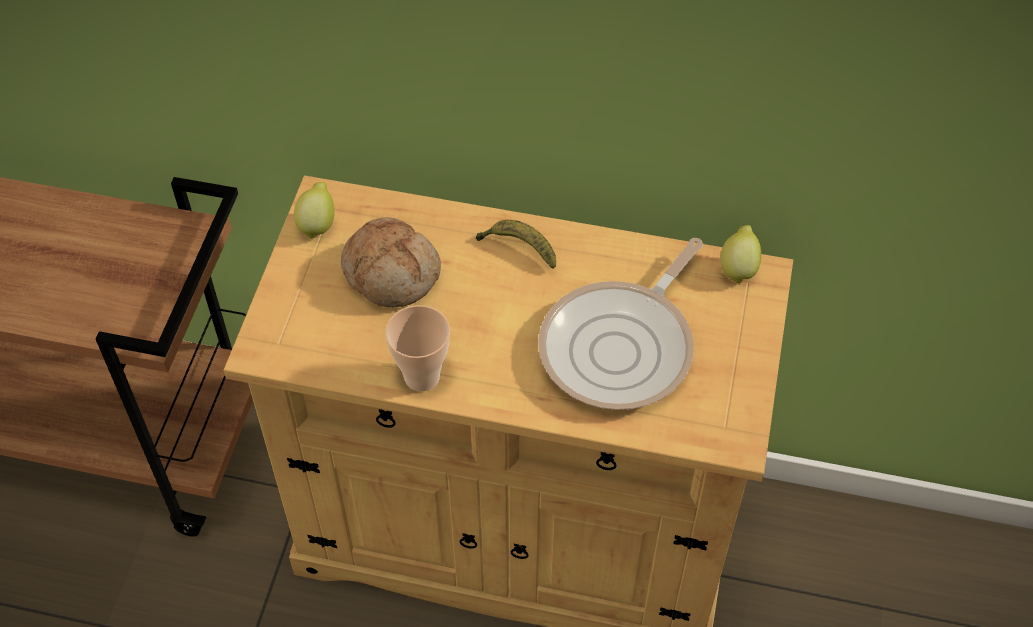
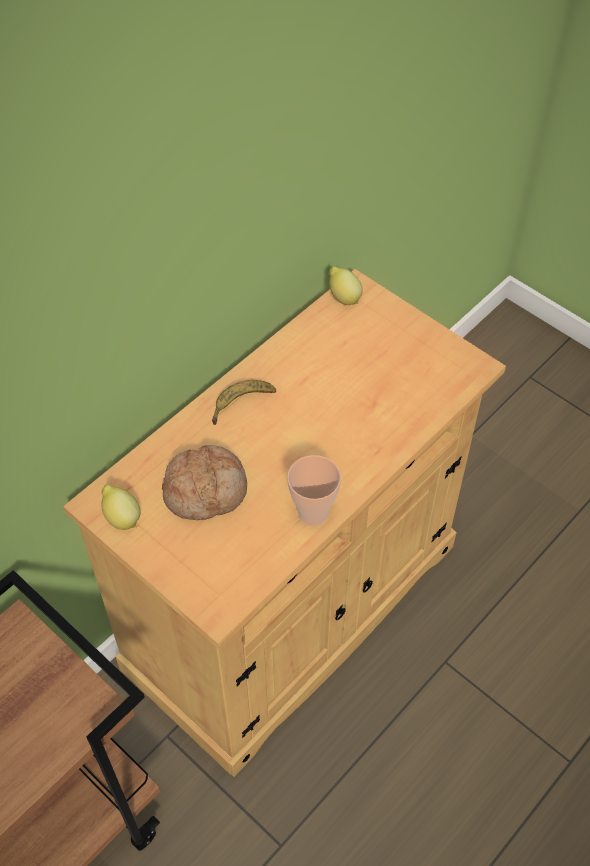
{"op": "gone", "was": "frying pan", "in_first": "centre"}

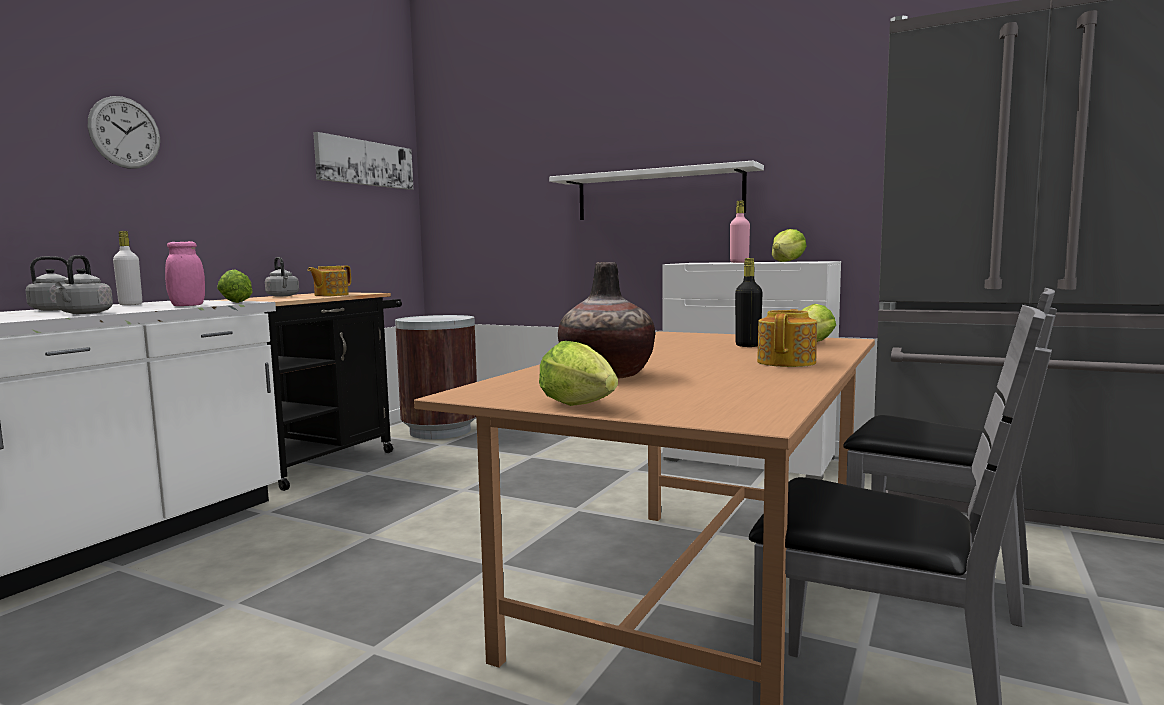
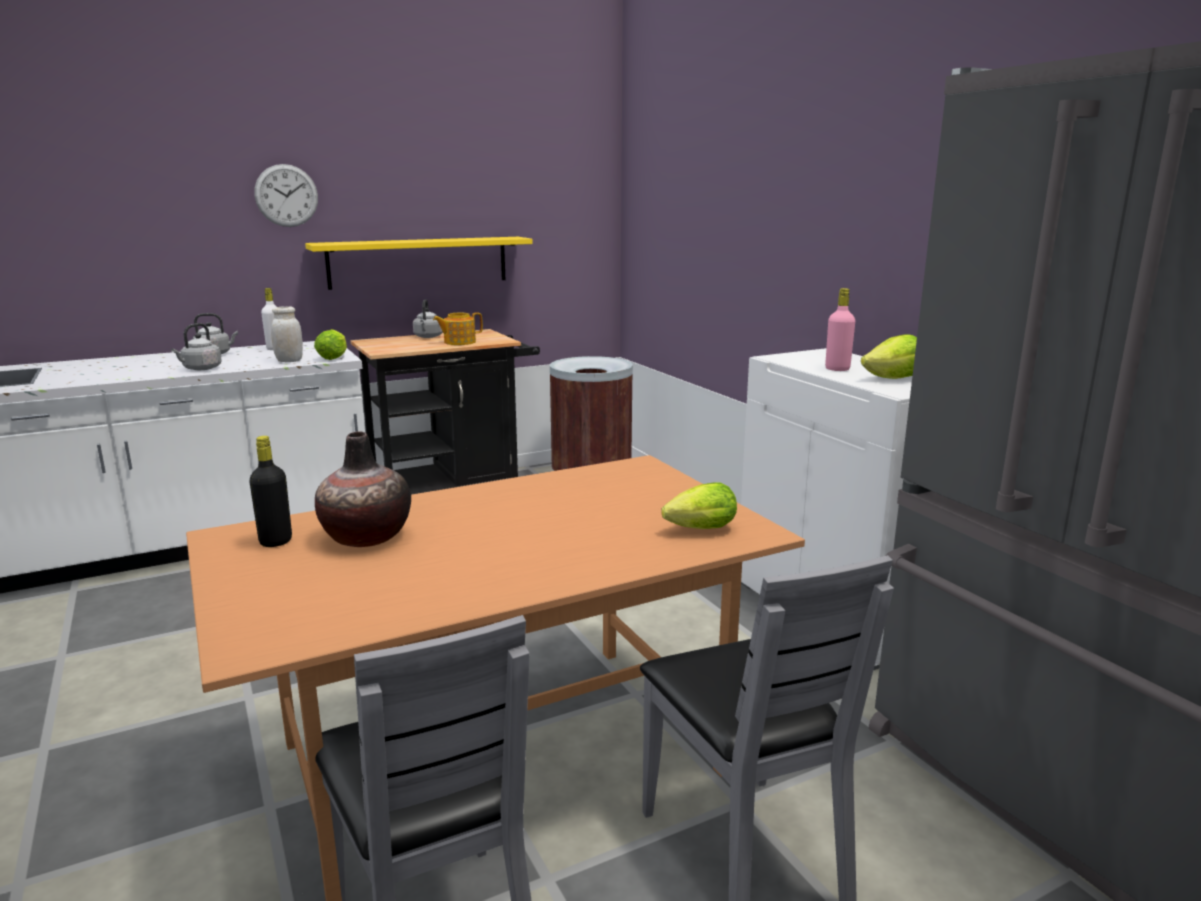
{"op": "shifted", "was": "bottle in black", "in_first": "centre", "in_second": "middle left"}
{"op": "repainted", "was": "jar in pinkish", "now": "jar in whitish", "in_first": "middle left", "in_second": "middle left"}
{"op": "new", "now": "shelf in yellowish", "in_second": "top centre"}
{"op": "gone", "was": "wall picture", "in_first": "top left"}
{"op": "gone", "was": "lettuce (no. 2 from left)", "in_first": "centre"}
{"op": "gone", "was": "shelf in whitish", "in_first": "top centre"}
{"op": "gone", "was": "teapot (no. 2 from left)", "in_first": "middle right"}

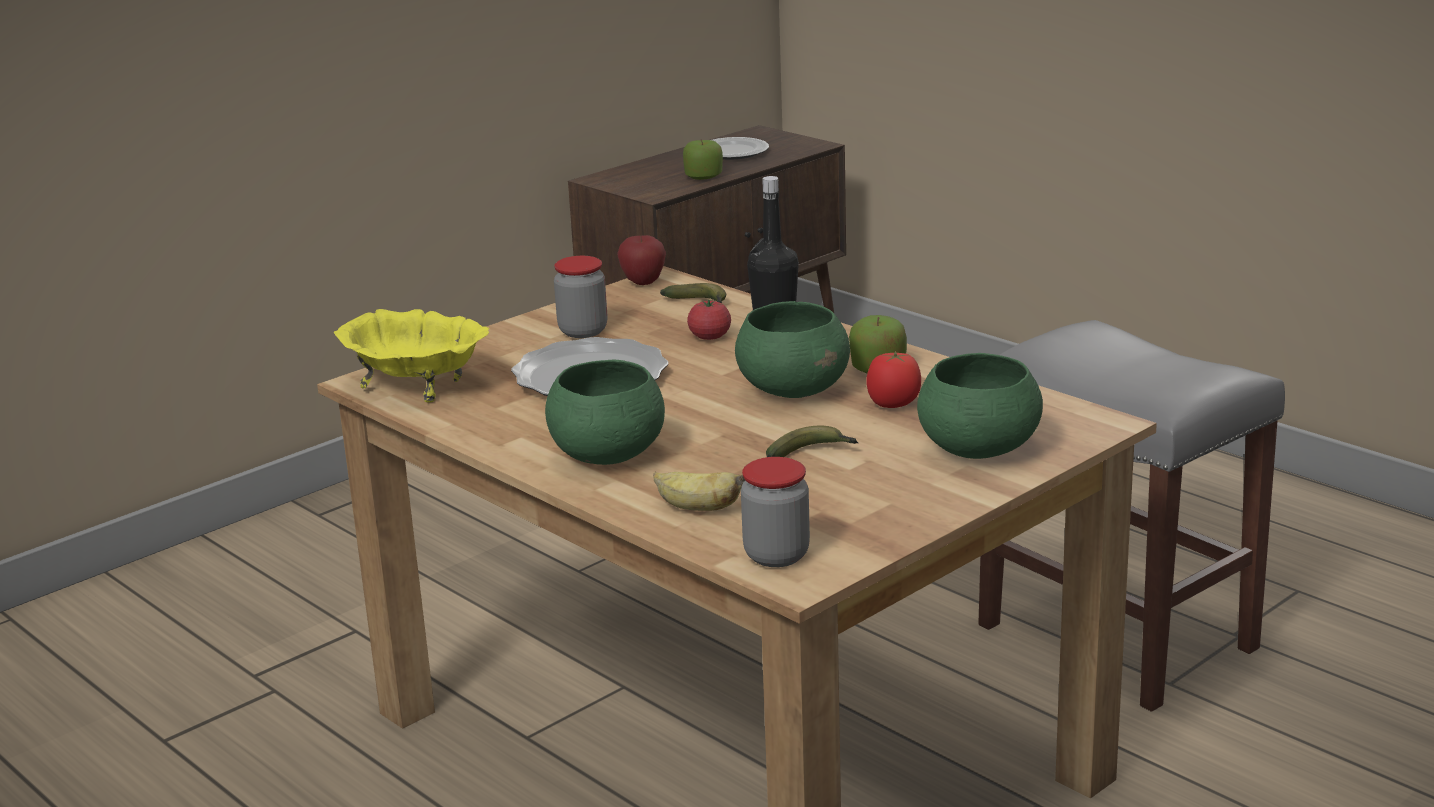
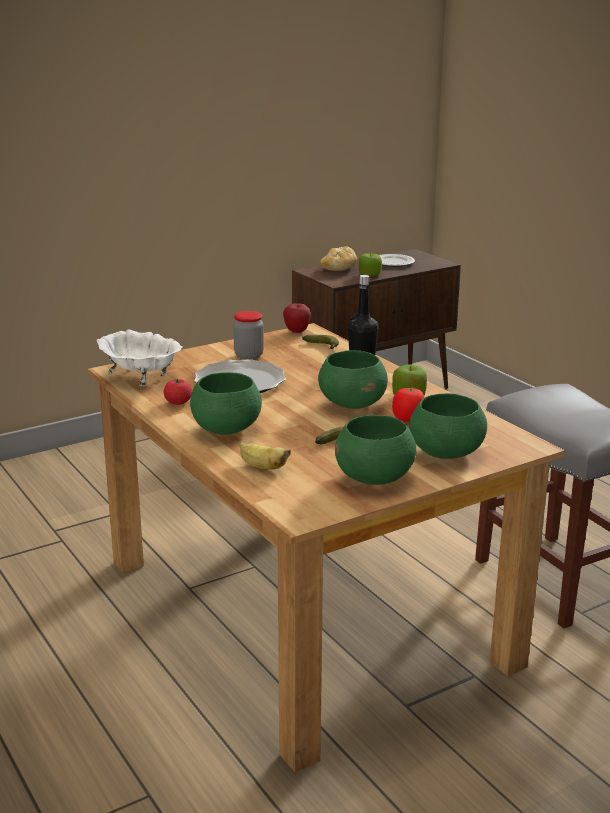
{"op": "repainted", "was": "deep dish in yellowish", "now": "deep dish in whitish", "in_first": "middle left", "in_second": "middle left"}
{"op": "shifted", "was": "whole tomato (no. 1 from left)", "in_first": "centre", "in_second": "middle left"}
{"op": "new", "now": "baked bread", "in_second": "top centre"}
{"op": "new", "now": "deep dish in green (no. 3 from left)", "in_second": "centre"}
{"op": "gone", "was": "jar (no. 2 from left)", "in_first": "centre"}

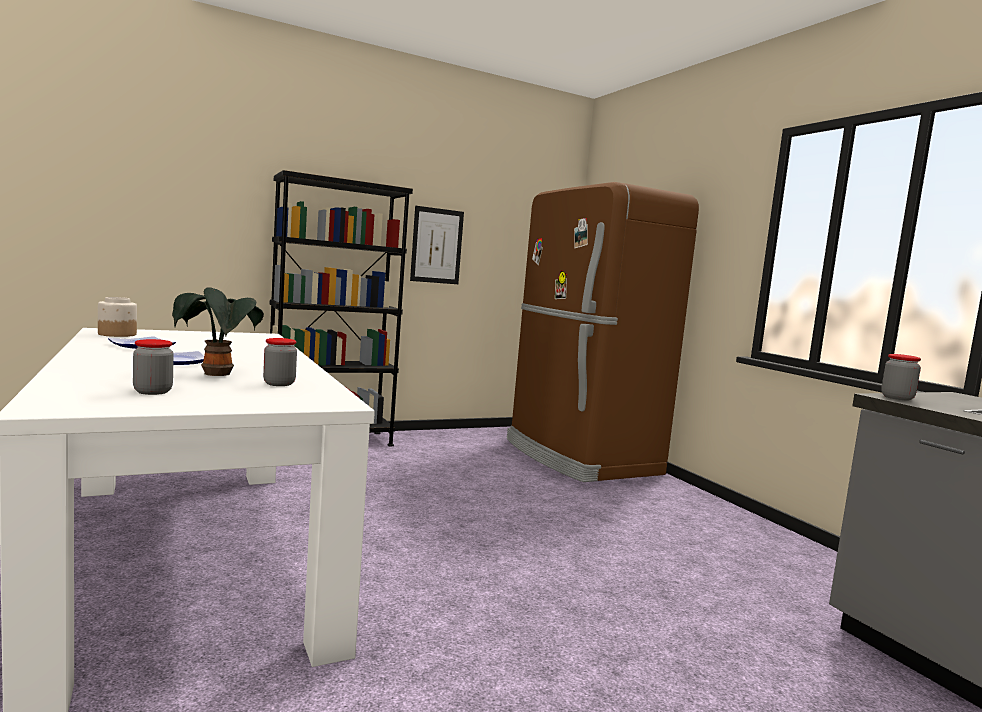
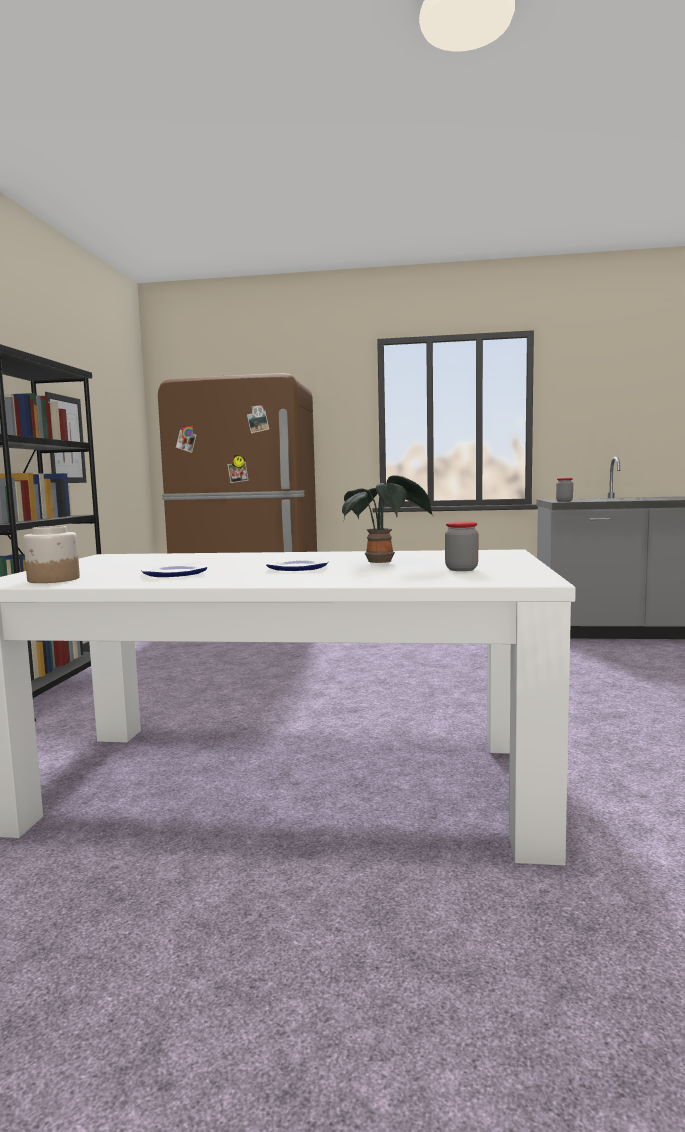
{"op": "gone", "was": "jar (no. 3 from left)", "in_first": "middle left"}

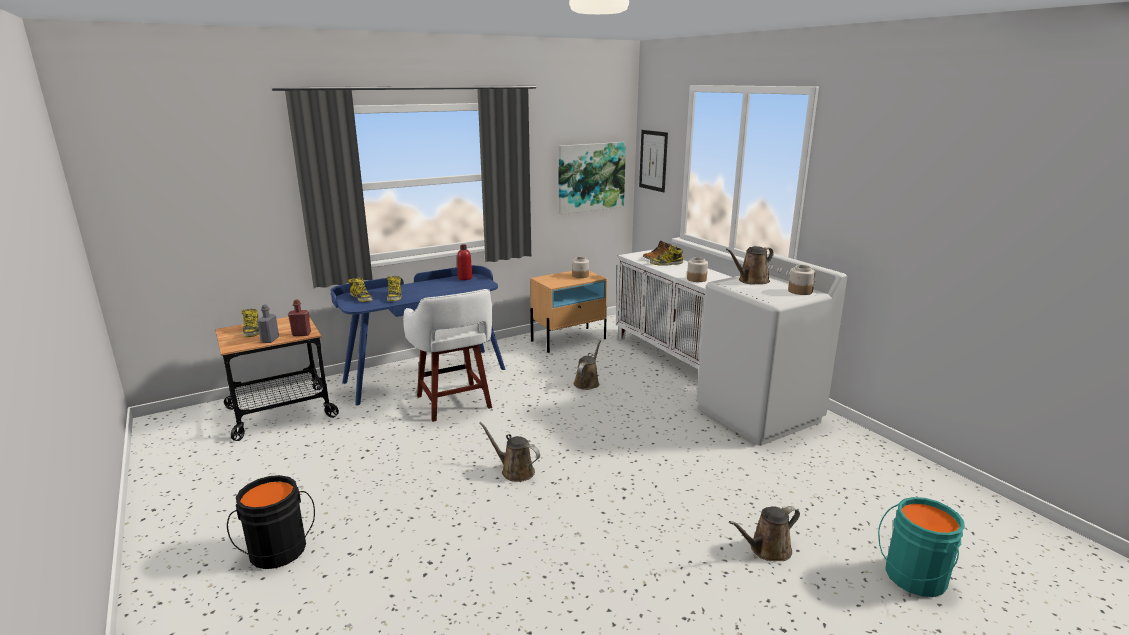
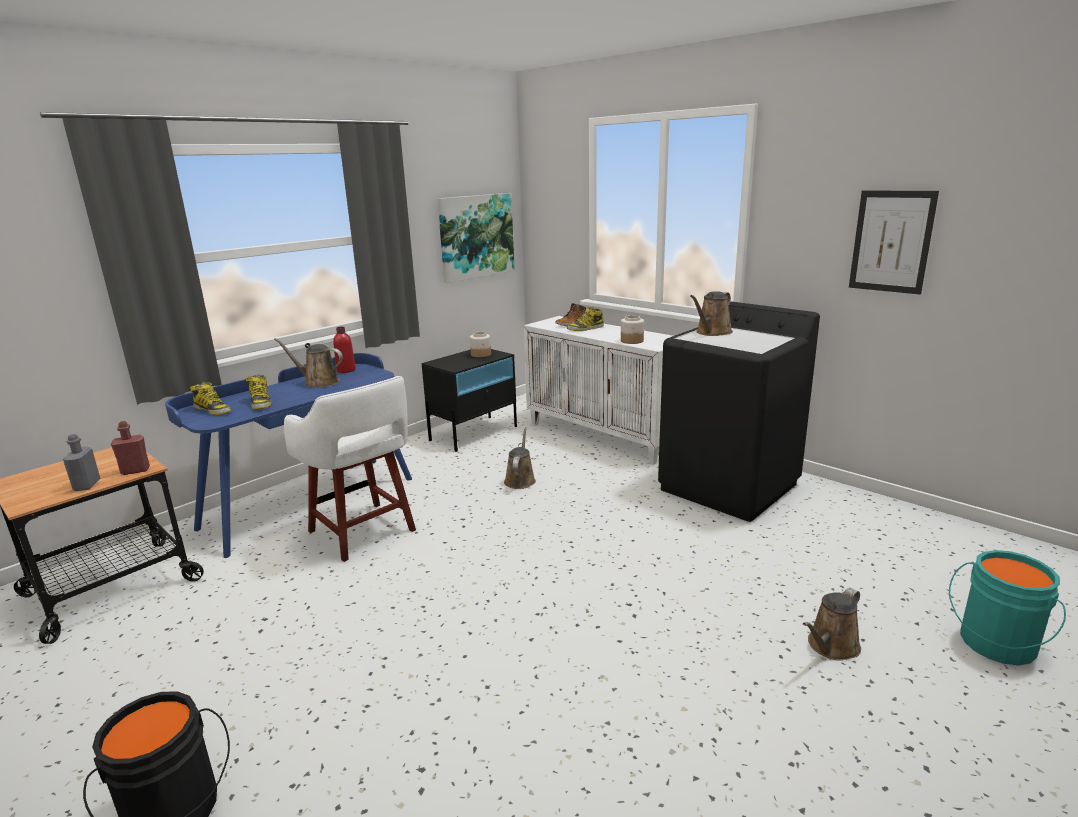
{"op": "shifted", "was": "watering pot in brown (no. 1 from left)", "in_first": "bottom centre", "in_second": "middle left"}
{"op": "repainted", "was": "night table in beige-coloured", "now": "night table in black", "in_first": "centre", "in_second": "centre"}
{"op": "repainted", "was": "laundry appliance in whitish", "now": "laundry appliance in black", "in_first": "middle right", "in_second": "middle right"}
{"op": "shifted", "was": "wall picture (no. 2 from left)", "in_first": "top centre", "in_second": "top right"}
{"op": "gone", "was": "tall boot (no. 1 from left)", "in_first": "middle left"}
{"op": "gone", "was": "jar (no. 3 from left)", "in_first": "middle right"}

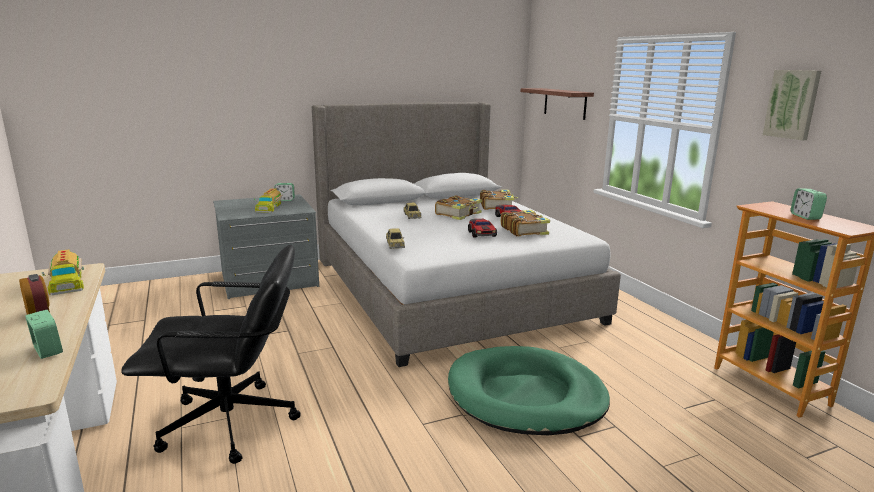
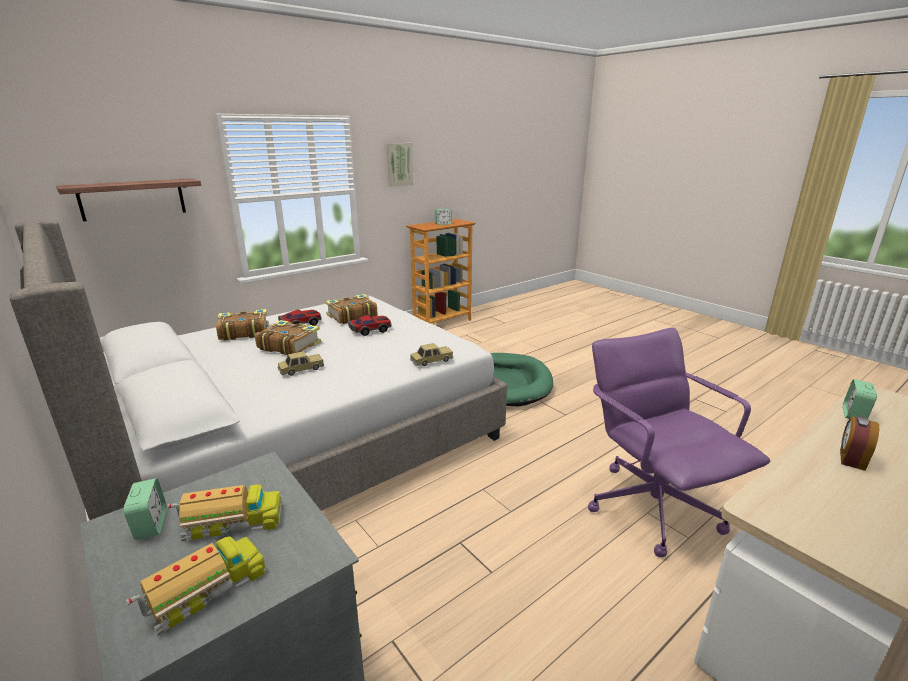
{"op": "shifted", "was": "toy truck (no. 1 from left)", "in_first": "middle left", "in_second": "bottom left"}
{"op": "repainted", "was": "computer chair in black", "now": "computer chair in purplish", "in_first": "bottom left", "in_second": "middle right"}

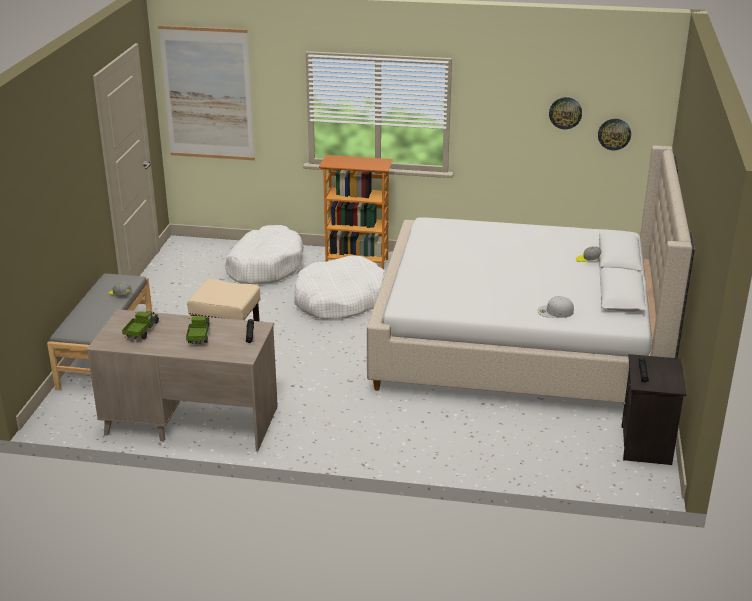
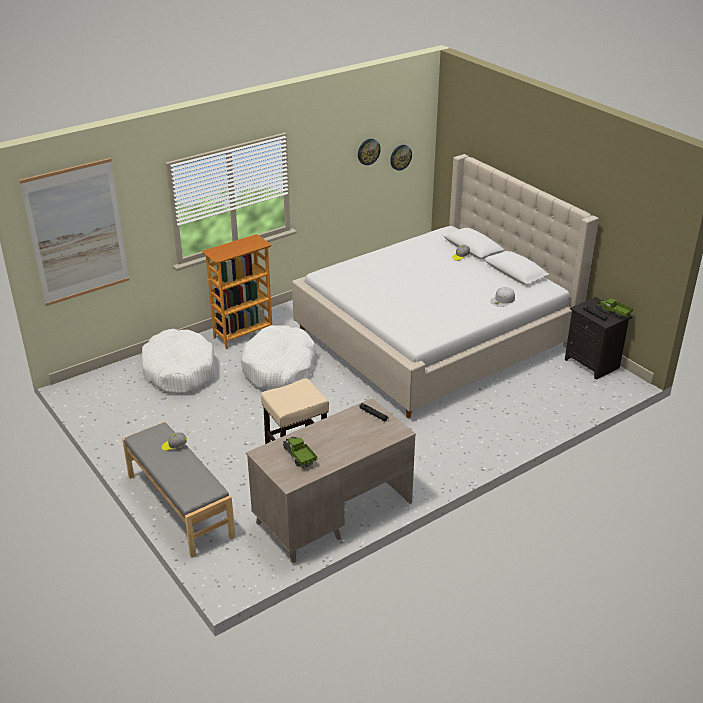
{"op": "shifted", "was": "toy truck (no. 2 from left)", "in_first": "middle left", "in_second": "middle right"}

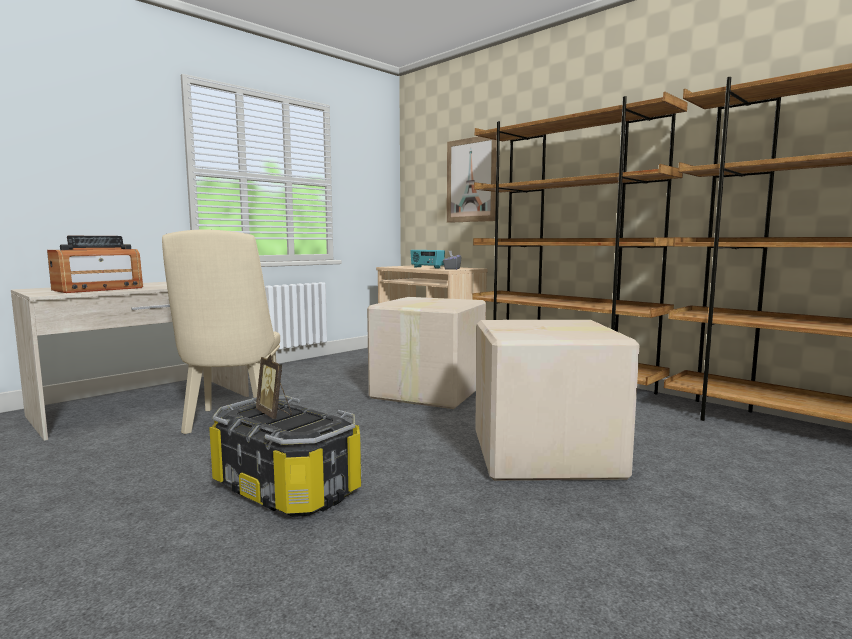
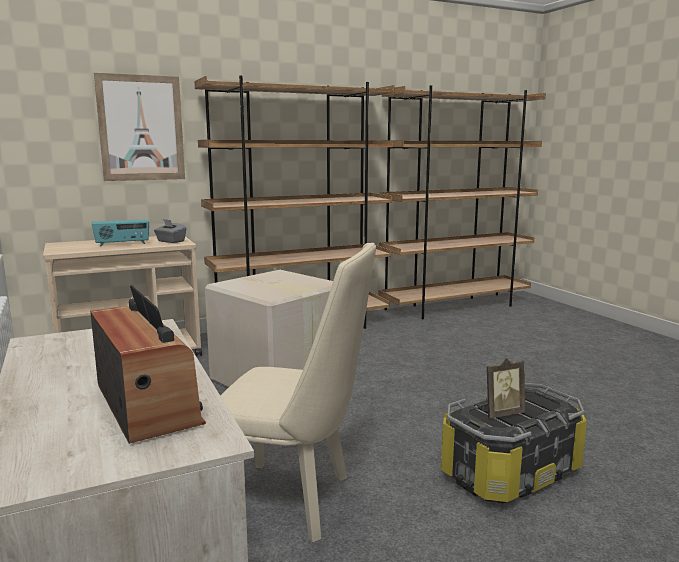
{"op": "gone", "was": "packing box (no. 2 from left)", "in_first": "centre"}

